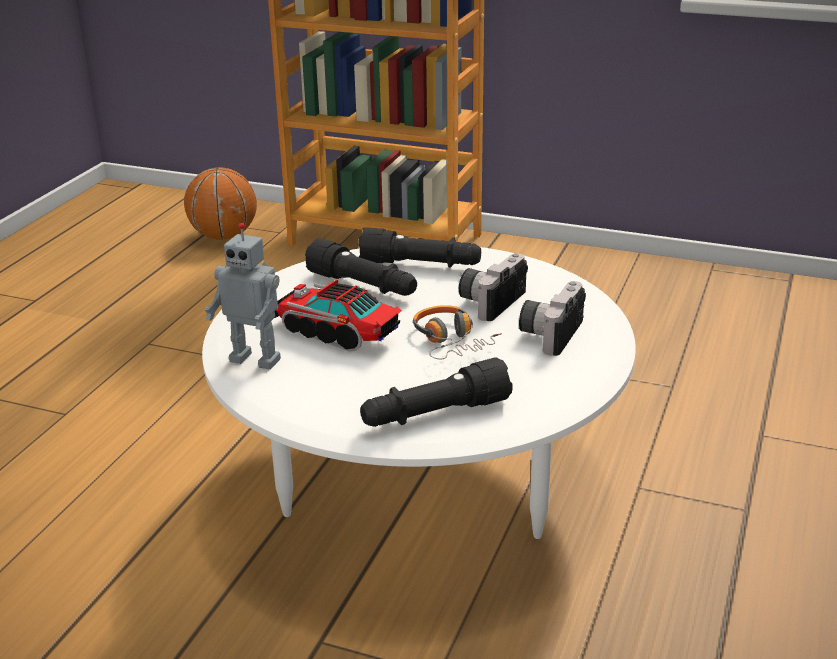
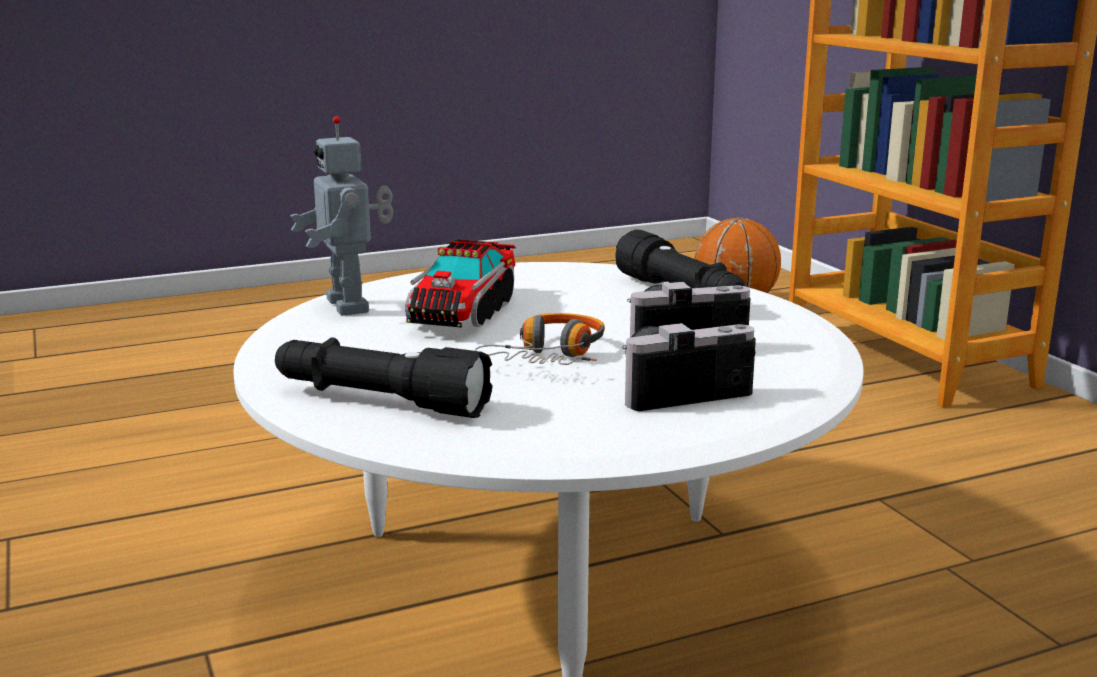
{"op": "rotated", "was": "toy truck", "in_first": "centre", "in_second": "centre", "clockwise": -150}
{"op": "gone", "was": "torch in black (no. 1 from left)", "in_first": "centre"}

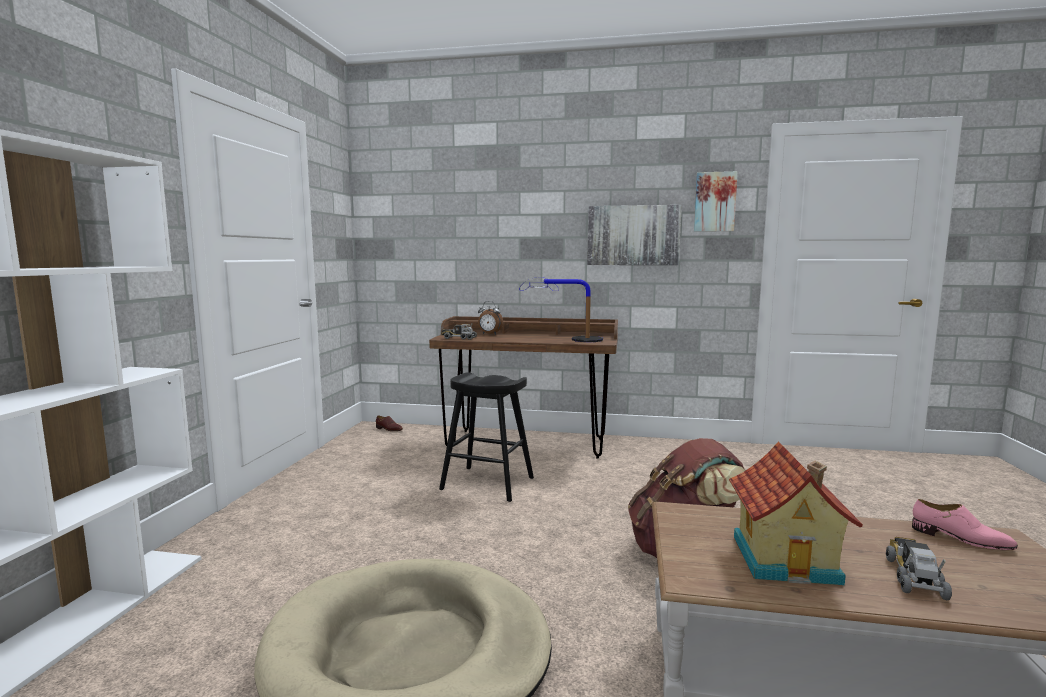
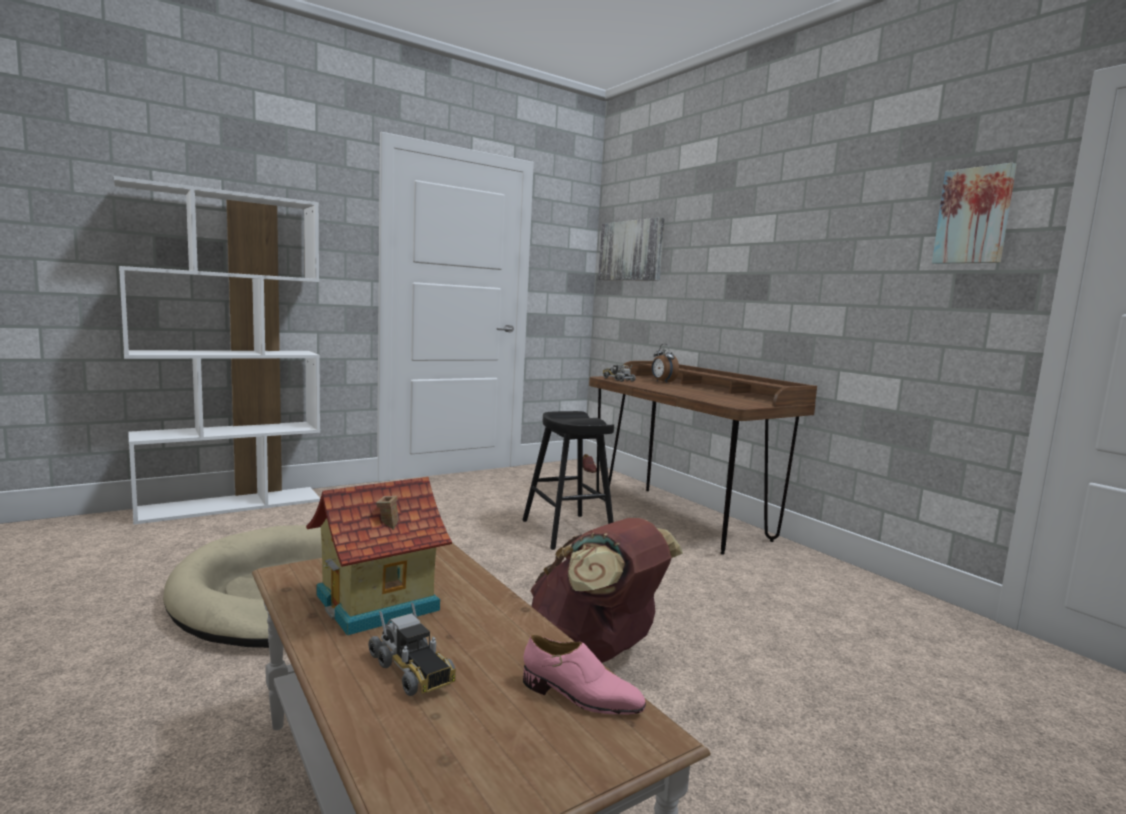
{"op": "rotated", "was": "toy truck (no. 2 from left in the first image)", "in_first": "bottom right", "in_second": "bottom centre", "clockwise": 75}
{"op": "rotated", "was": "item of footwear in pinkish", "in_first": "bottom right", "in_second": "bottom centre", "clockwise": -60}
{"op": "shifted", "was": "wall picture (no. 1 from left)", "in_first": "centre", "in_second": "top centre"}
{"op": "gone", "was": "table lamp", "in_first": "centre"}

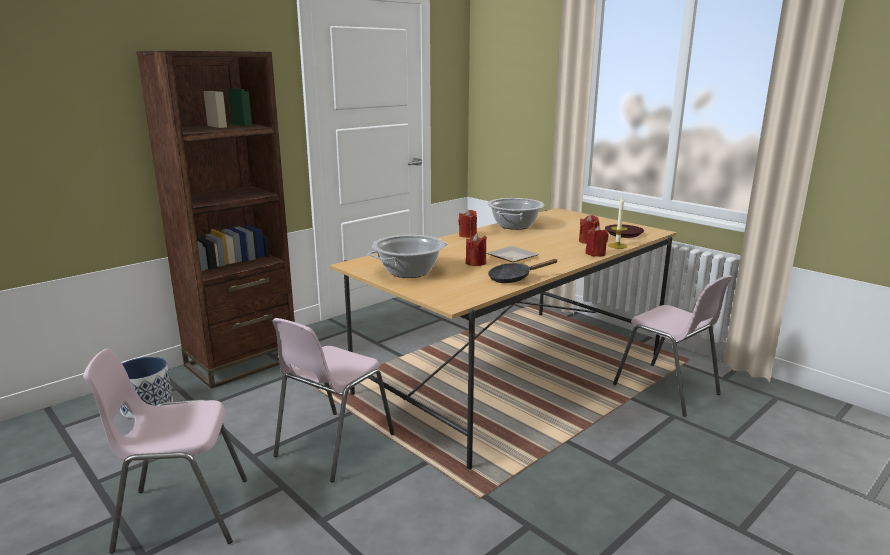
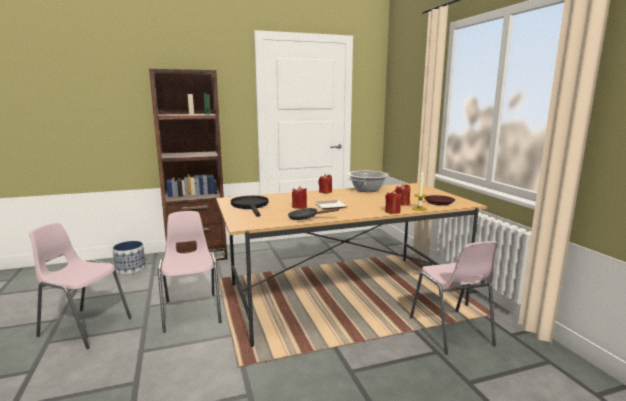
{"op": "rotated", "was": "plain chair in pinkish (no. 2 from left)", "in_first": "bottom centre", "in_second": "bottom left", "clockwise": 105}
{"op": "swapped", "was": "saucepot (no. 1 from left)", "now": "frying pan in black (no. 1 from left)", "in_first": "centre", "in_second": "centre"}

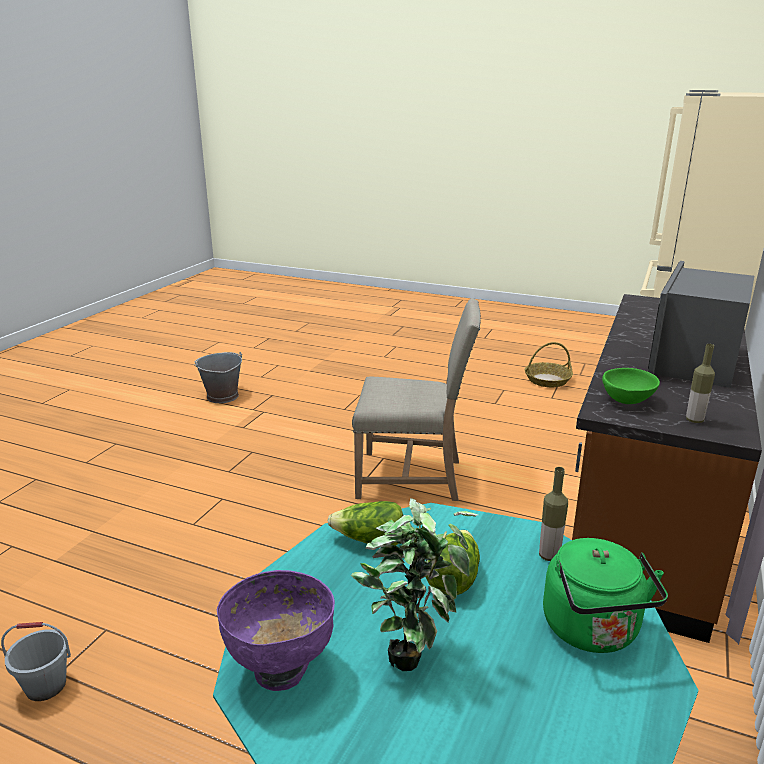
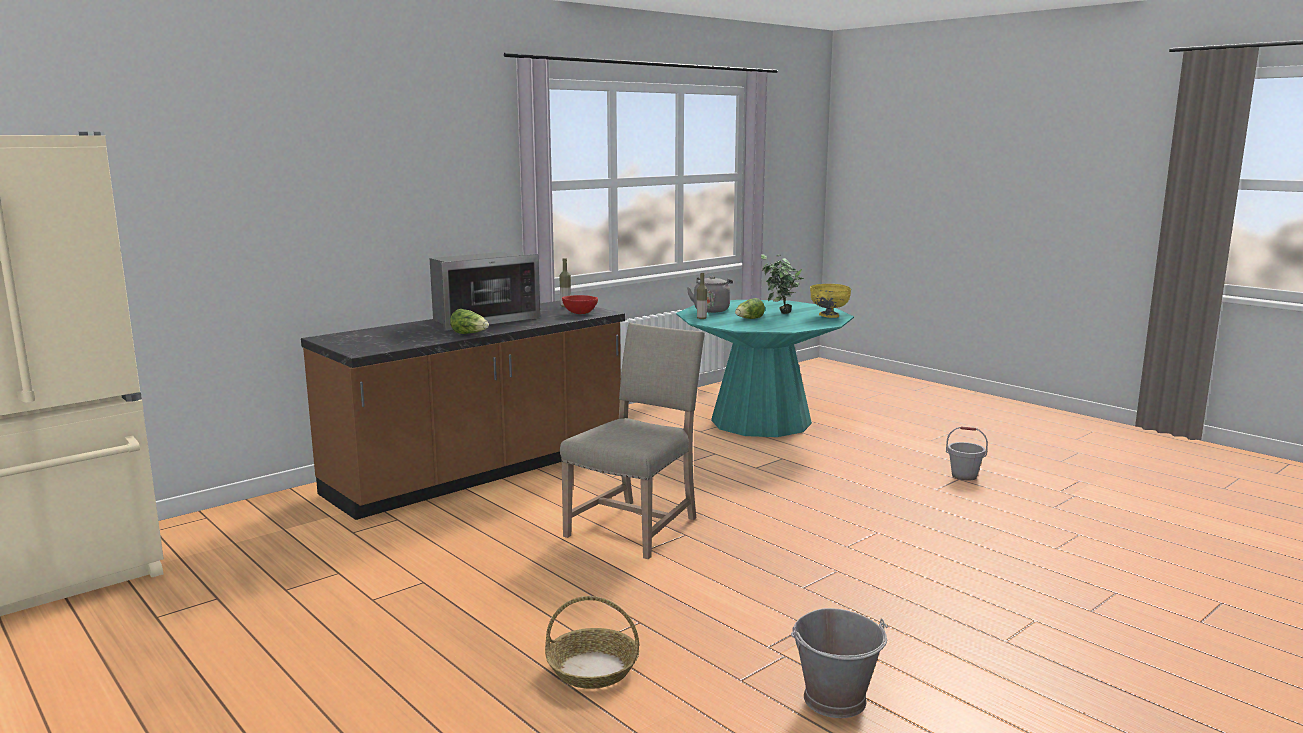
{"op": "shifted", "was": "lettuce (no. 1 from left)", "in_first": "bottom centre", "in_second": "centre"}
{"op": "shifted", "was": "storage basket", "in_first": "middle right", "in_second": "bottom centre"}
{"op": "rotated", "was": "plain chair in beige-coloured", "in_first": "centre", "in_second": "centre", "clockwise": 90}
{"op": "repainted", "was": "deep dish in green", "now": "deep dish in reddish", "in_first": "middle right", "in_second": "centre"}
{"op": "repainted", "was": "tea kettle in green", "now": "tea kettle in grey", "in_first": "bottom right", "in_second": "centre"}
{"op": "repainted", "was": "deep dish in purplish", "now": "deep dish in yellowish", "in_first": "bottom centre", "in_second": "centre"}

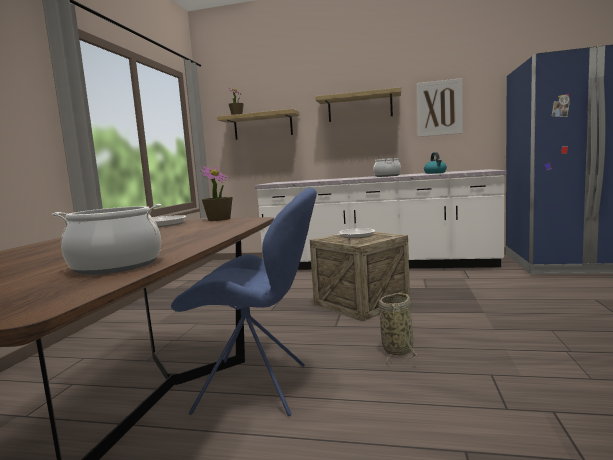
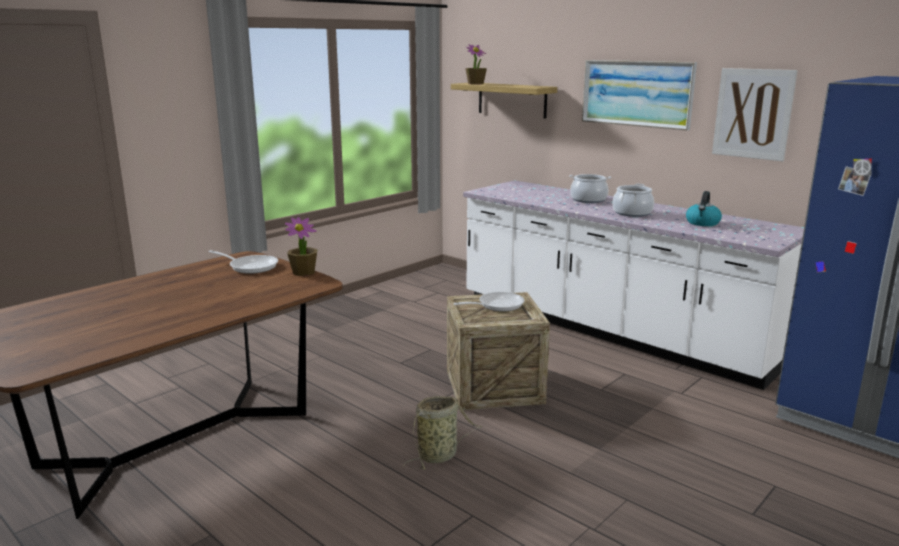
{"op": "shifted", "was": "saucepot (no. 1 from left)", "in_first": "middle left", "in_second": "centre"}
{"op": "swapped", "was": "shelf (no. 2 from left)", "now": "wall picture (no. 1 from left)", "in_first": "top centre", "in_second": "top right"}
{"op": "gone", "was": "plain chair in blue", "in_first": "centre"}

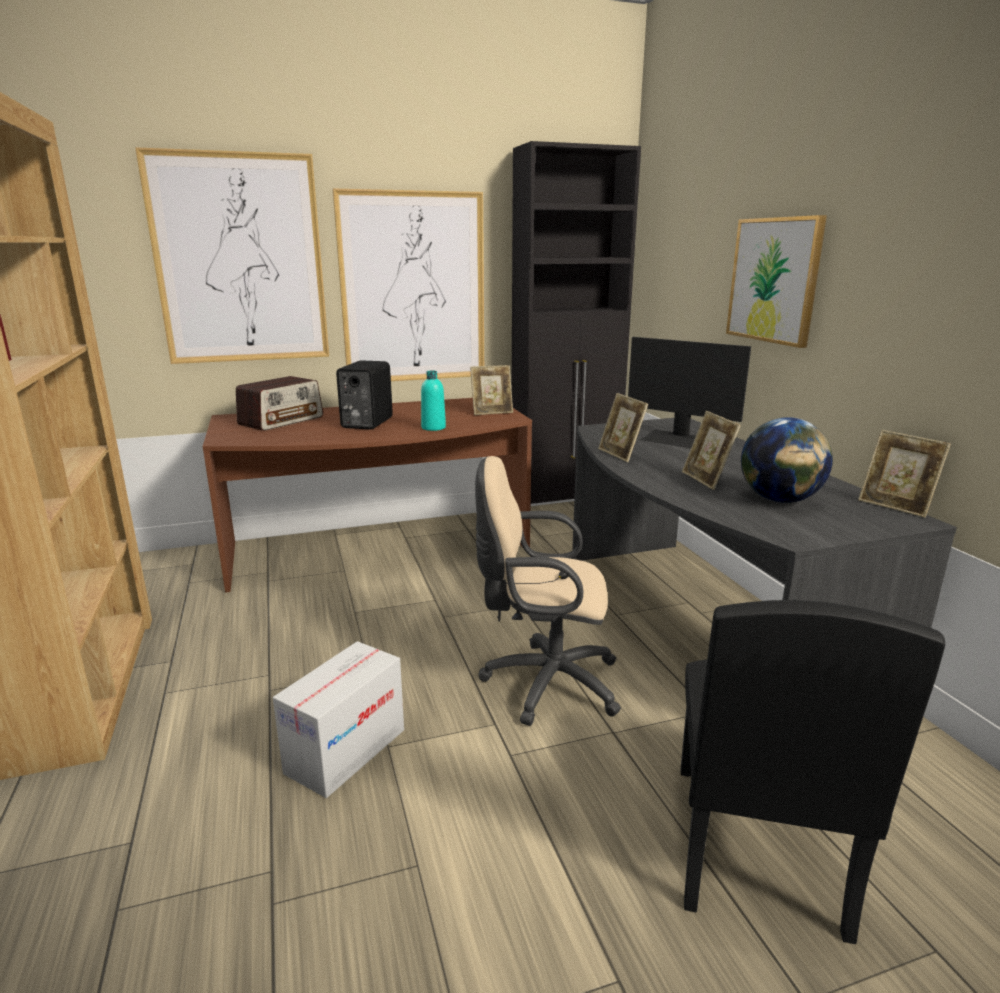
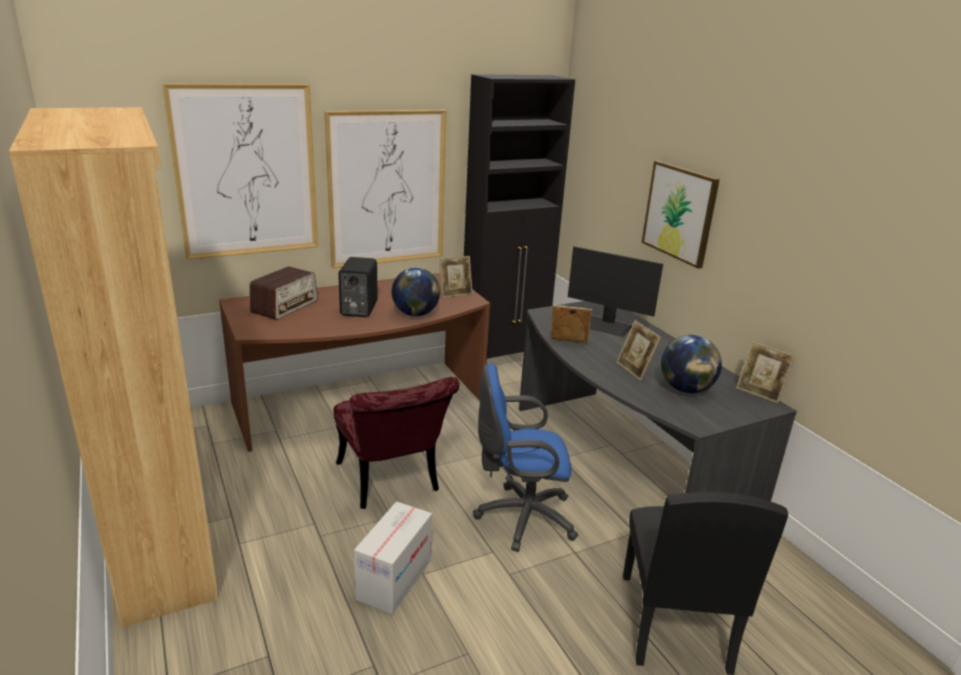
{"op": "new", "now": "plain chair in reddish", "in_second": "centre"}
{"op": "swapped", "was": "bottle in turquoise-coloured", "now": "desk globe (no. 1 from left)", "in_first": "centre", "in_second": "centre"}
{"op": "repainted", "was": "computer chair in beige-coloured", "now": "computer chair in blue", "in_first": "centre", "in_second": "bottom centre"}
{"op": "rotated", "was": "picture frame (no. 2 from left)", "in_first": "centre", "in_second": "centre", "clockwise": 135}

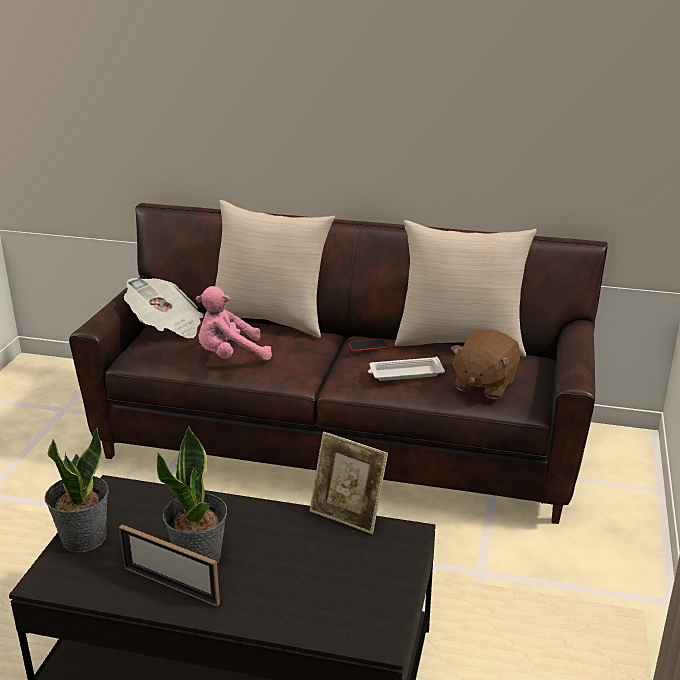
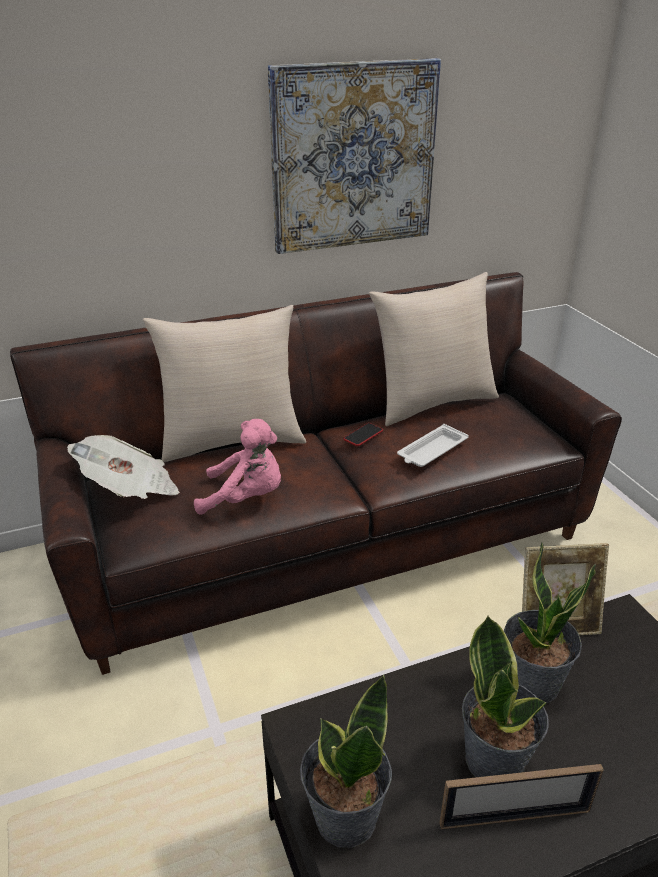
{"op": "rotated", "was": "plush toy in pinkish", "in_first": "centre", "in_second": "centre", "clockwise": -120}
{"op": "new", "now": "wall picture", "in_second": "top centre"}
{"op": "new", "now": "houseplant (no. 3 from left)", "in_second": "bottom right"}
{"op": "gone", "was": "plush toy in brown", "in_first": "middle right"}

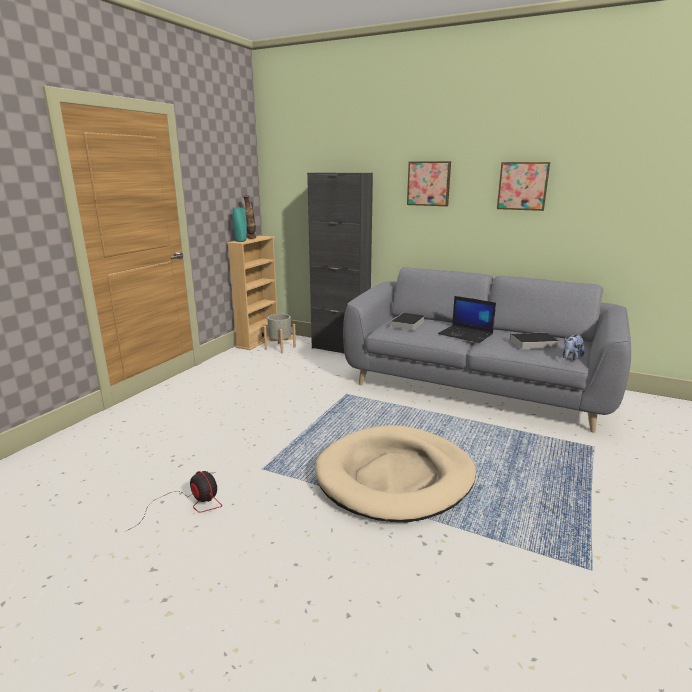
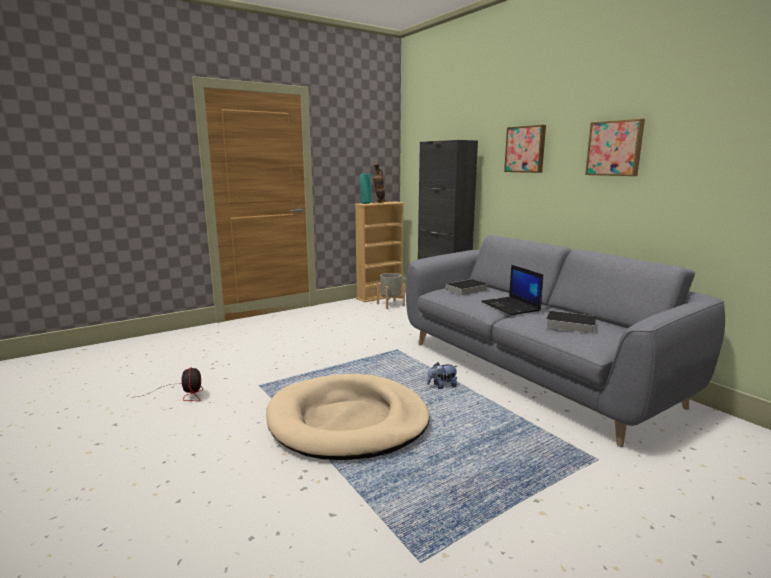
{"op": "shifted", "was": "plush toy", "in_first": "middle right", "in_second": "centre"}

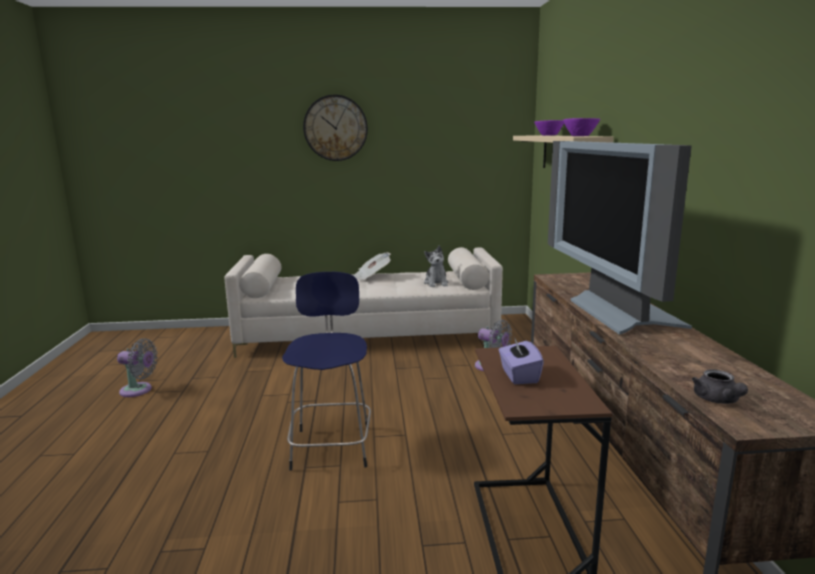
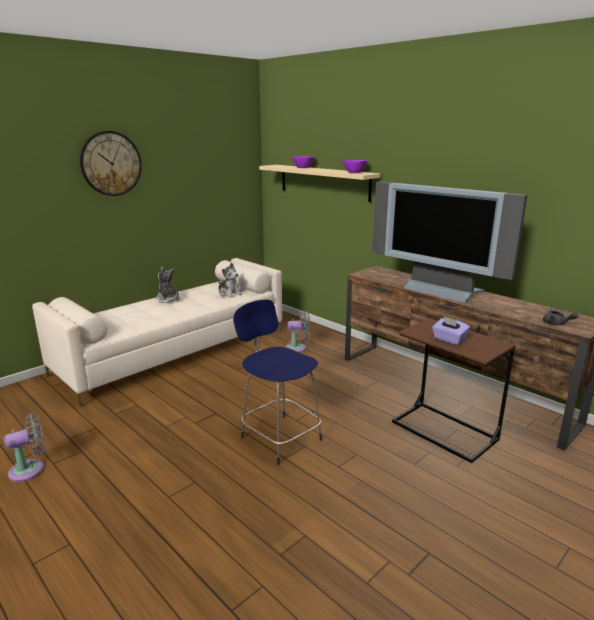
{"op": "swapped", "was": "daily paper", "now": "plush toy (no. 1 from left)", "in_first": "centre", "in_second": "middle left"}

